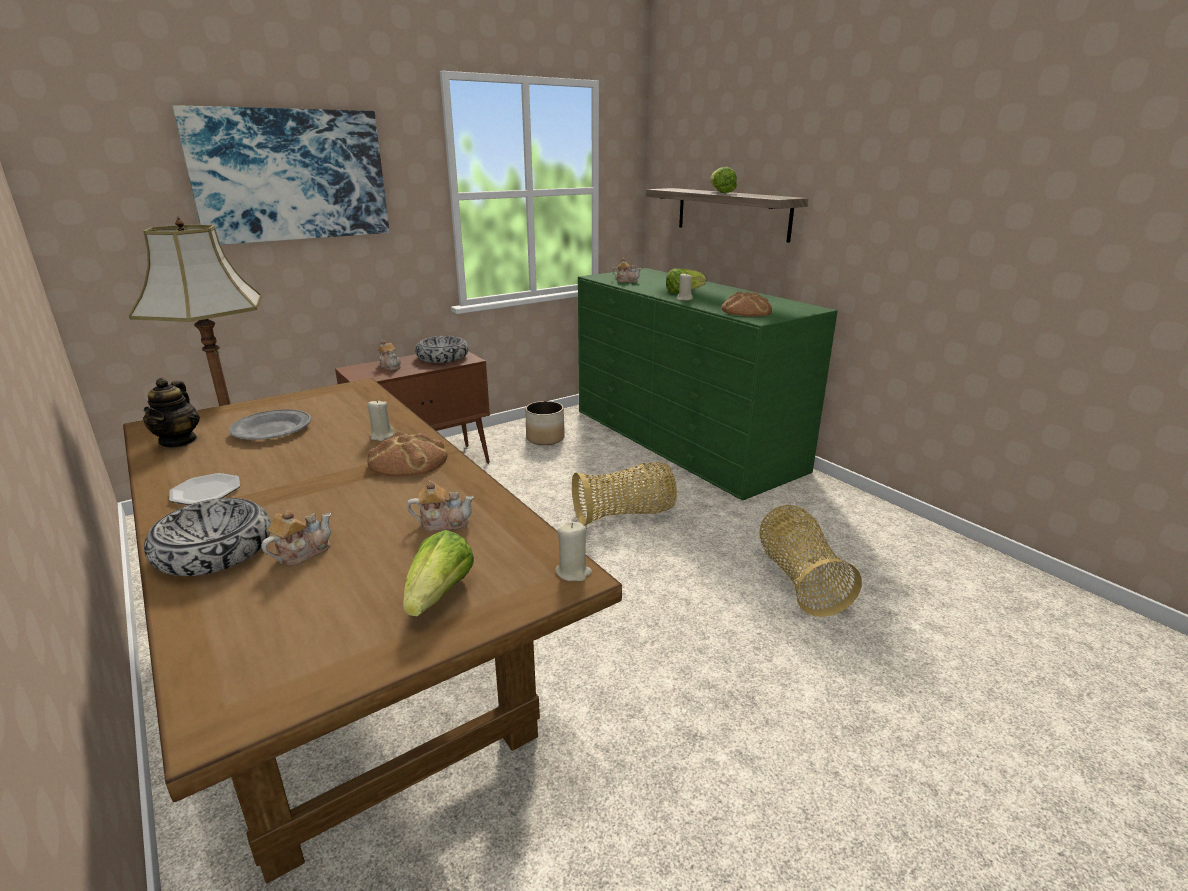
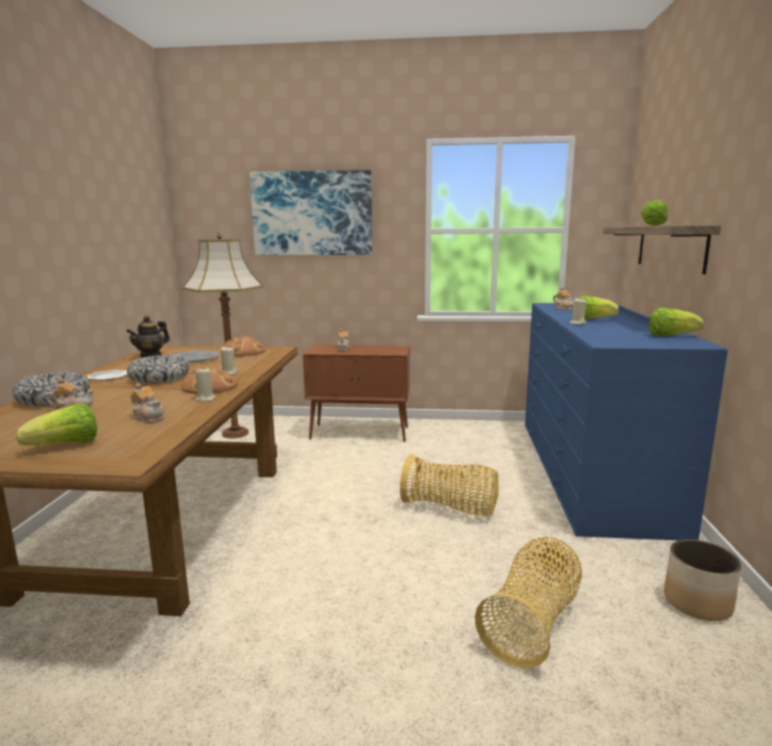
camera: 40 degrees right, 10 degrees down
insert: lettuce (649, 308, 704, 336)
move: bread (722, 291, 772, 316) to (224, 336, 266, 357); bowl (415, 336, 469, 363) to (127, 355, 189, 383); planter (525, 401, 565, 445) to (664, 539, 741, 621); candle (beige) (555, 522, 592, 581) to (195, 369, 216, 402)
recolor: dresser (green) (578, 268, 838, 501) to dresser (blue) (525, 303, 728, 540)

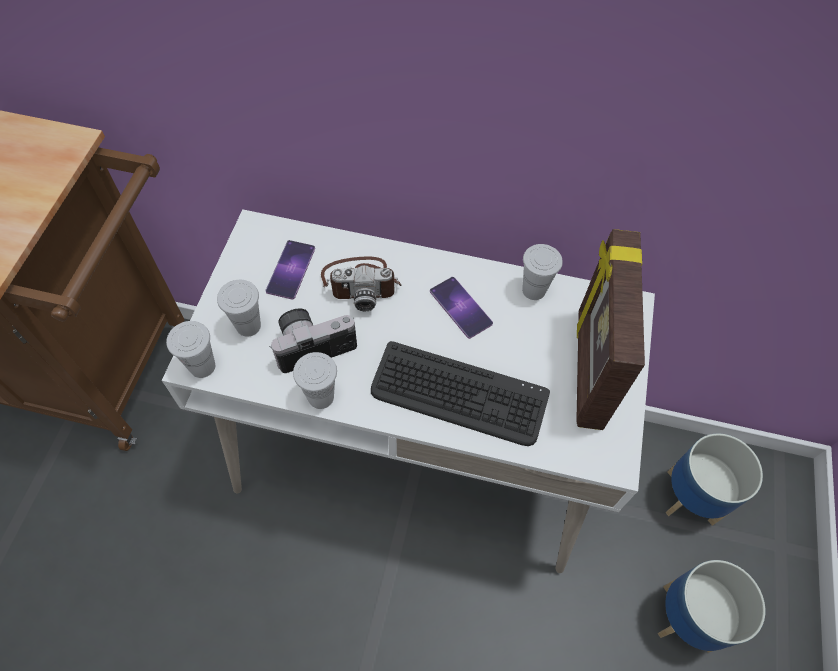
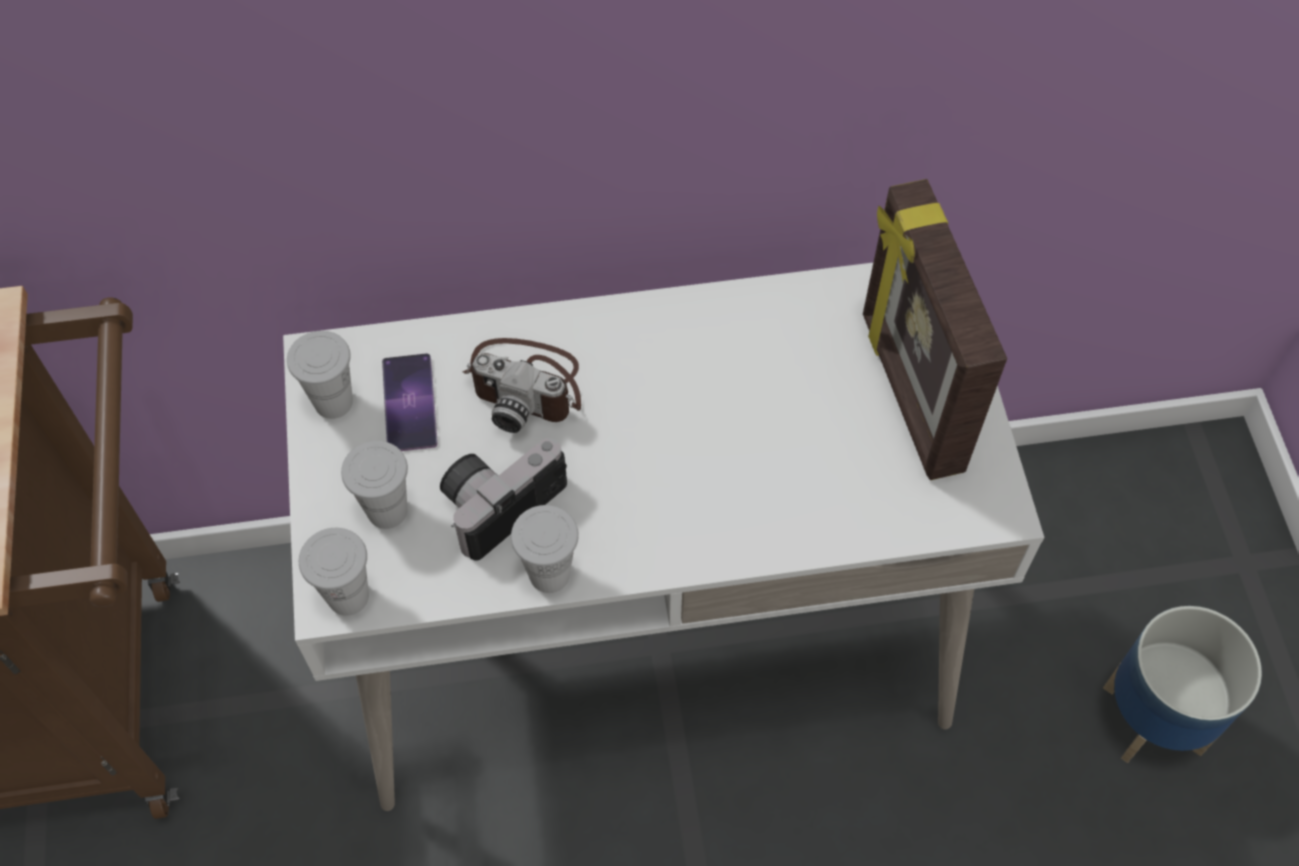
camera: 20 degrees left, 0 degrees up
delete: phone (430, 277, 493, 339); keyboard (371, 341, 550, 446); planter (665, 434, 763, 526)
move: cup (white) (522, 244, 563, 300) to (287, 331, 353, 419)
rotate: photo camera (321, 256, 401, 311) = (462, 338, 581, 433) 45 degrees clockwise

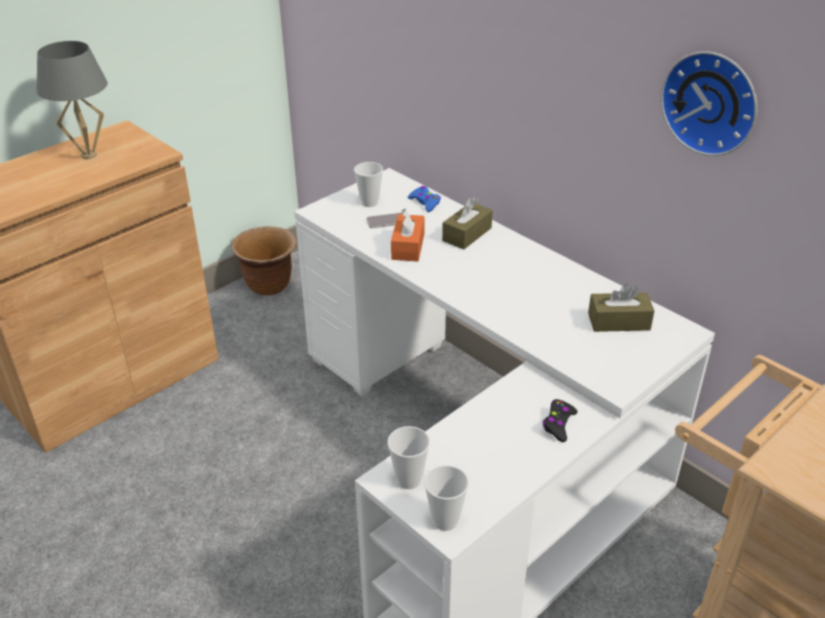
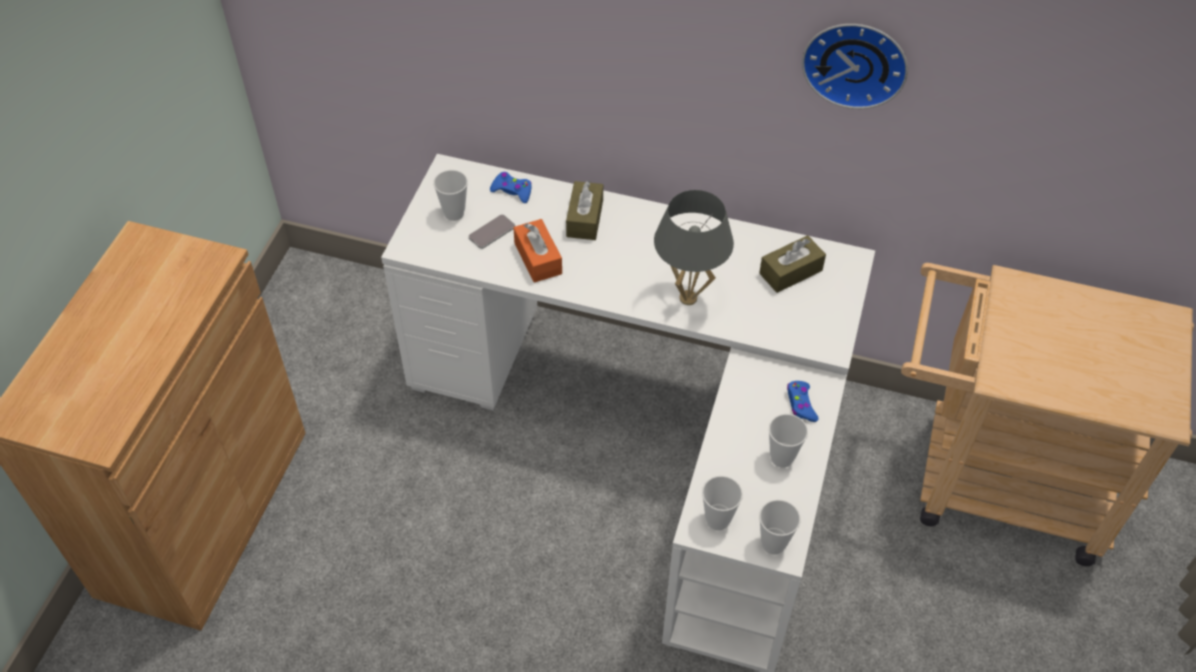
camera: 30 degrees left, 15 degrees up
delete: planter (brown) (231, 227, 296, 295)
insert: cup (769, 414, 808, 468)
move: table lamp (grey) (37, 41, 108, 159) to (654, 190, 734, 305)
recolor: game controller (black) (542, 399, 578, 442) to game controller (blue) (787, 381, 818, 422)

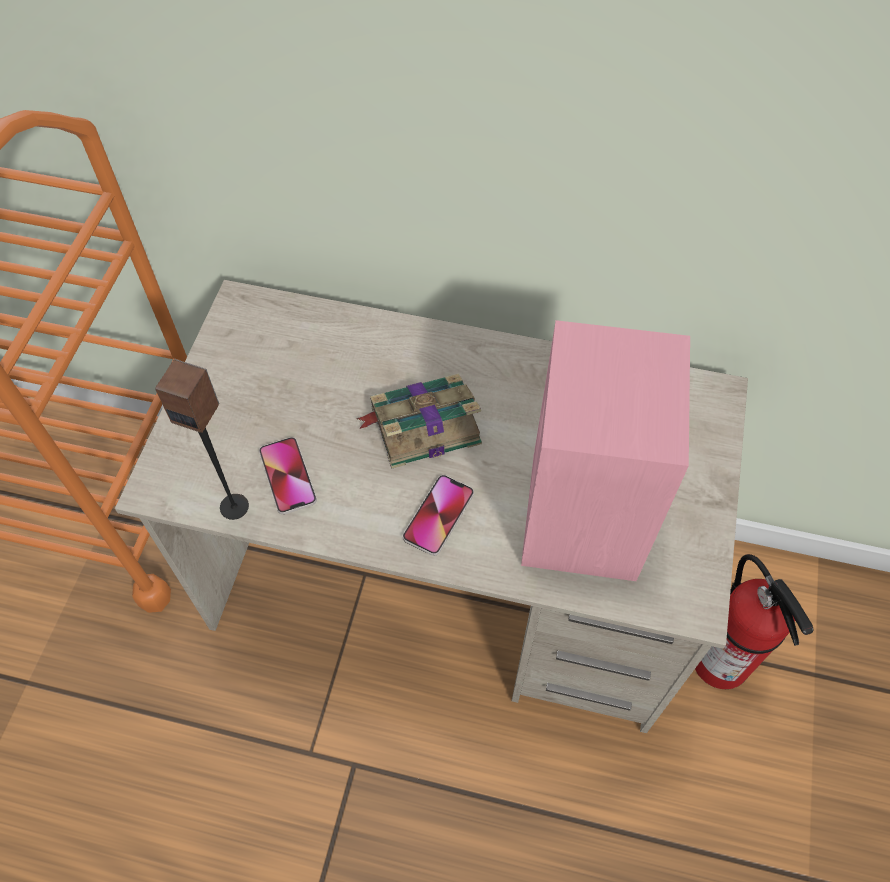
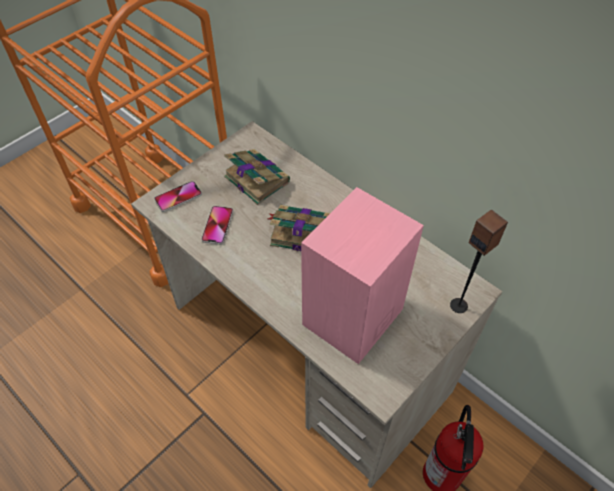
camera: 30 degrees right, 5 degrees down
insert: book (224, 149, 290, 205)
move: speaker (155, 359, 249, 520) to (450, 210, 508, 313); phone (403, 475, 474, 556) to (154, 181, 202, 212)

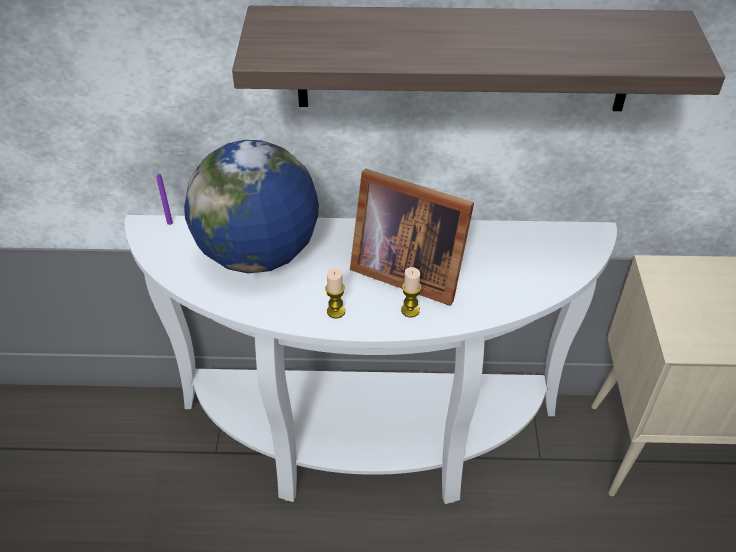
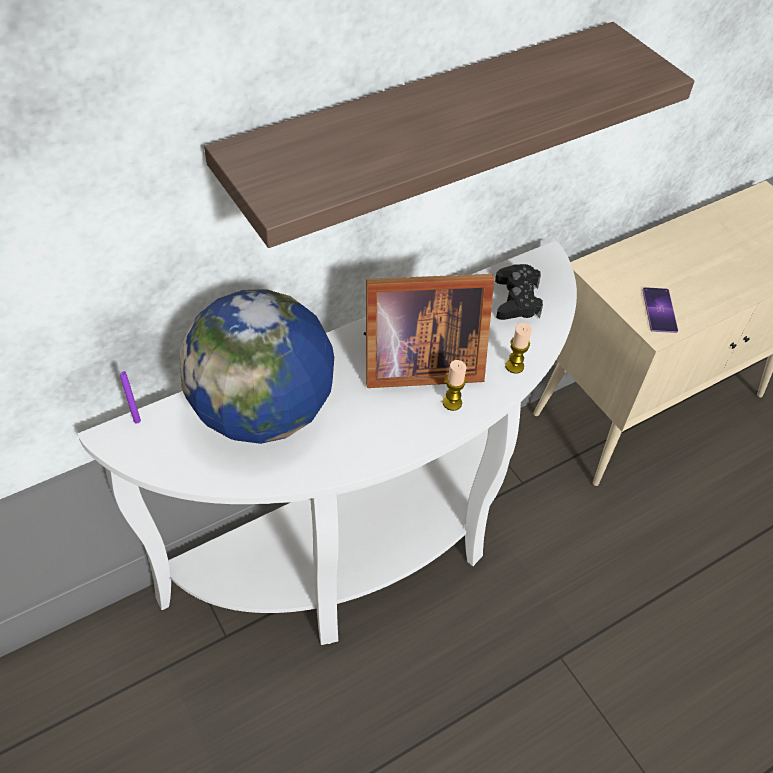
camera: 35 degrees left, 5 degrees up
insert: game controller (black) (495, 264, 543, 320); phone (642, 287, 678, 333)
move: candle (325, 268, 345, 318) to (505, 323, 532, 374)

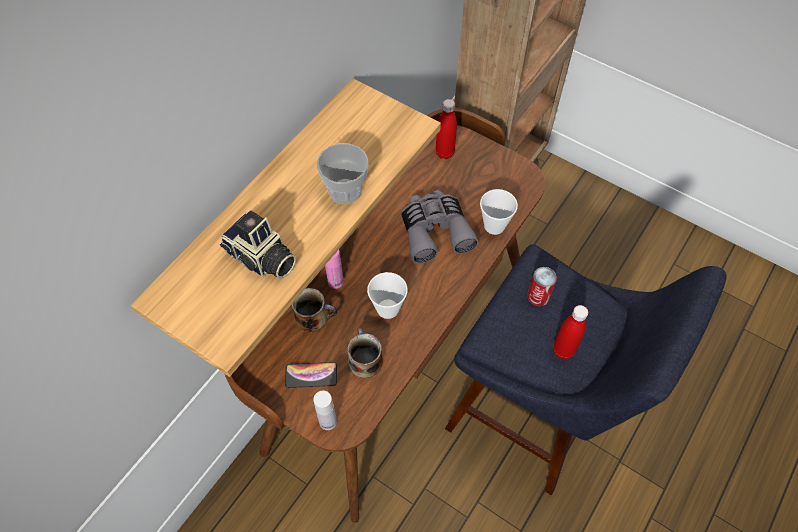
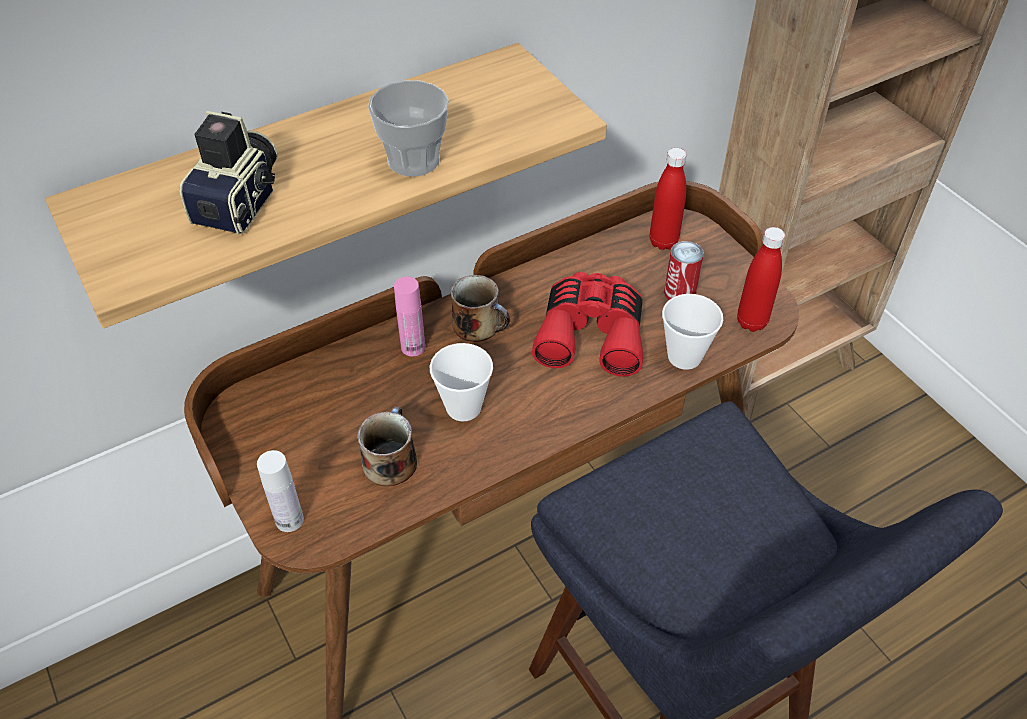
camera: 25 degrees right, 10 degrees down
delete: phone (285, 362, 337, 388)
move: can (527, 267, 557, 306) to (664, 241, 704, 300); mug (292, 288, 337, 332) to (451, 275, 510, 342); bottle (red) (553, 305, 588, 359) to (737, 227, 785, 332)
recolor: binoculars (grey) (401, 190, 479, 264) to binoculars (red) (532, 272, 643, 377)
rotate: photo camera (220, 210, 296, 279) = (180, 111, 278, 234) 135 degrees counterclockwise

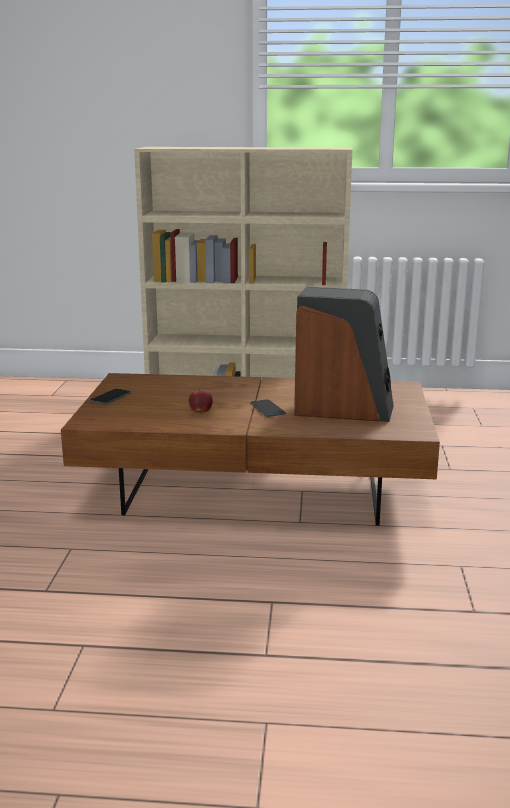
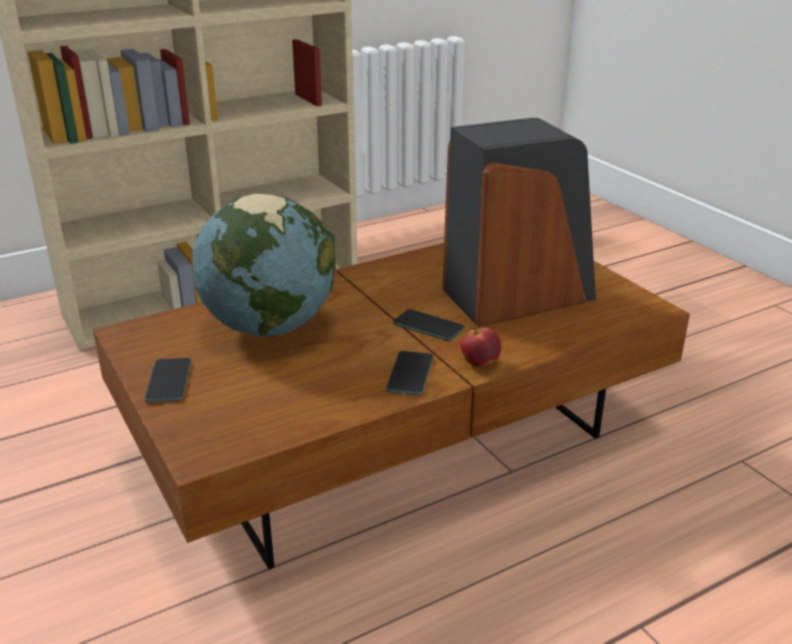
camera: 35 degrees left, 10 degrees up
insert: globe (193, 194, 335, 337); phone (386, 351, 433, 395)
move: apple (189, 388, 213, 413) to (460, 327, 501, 367)

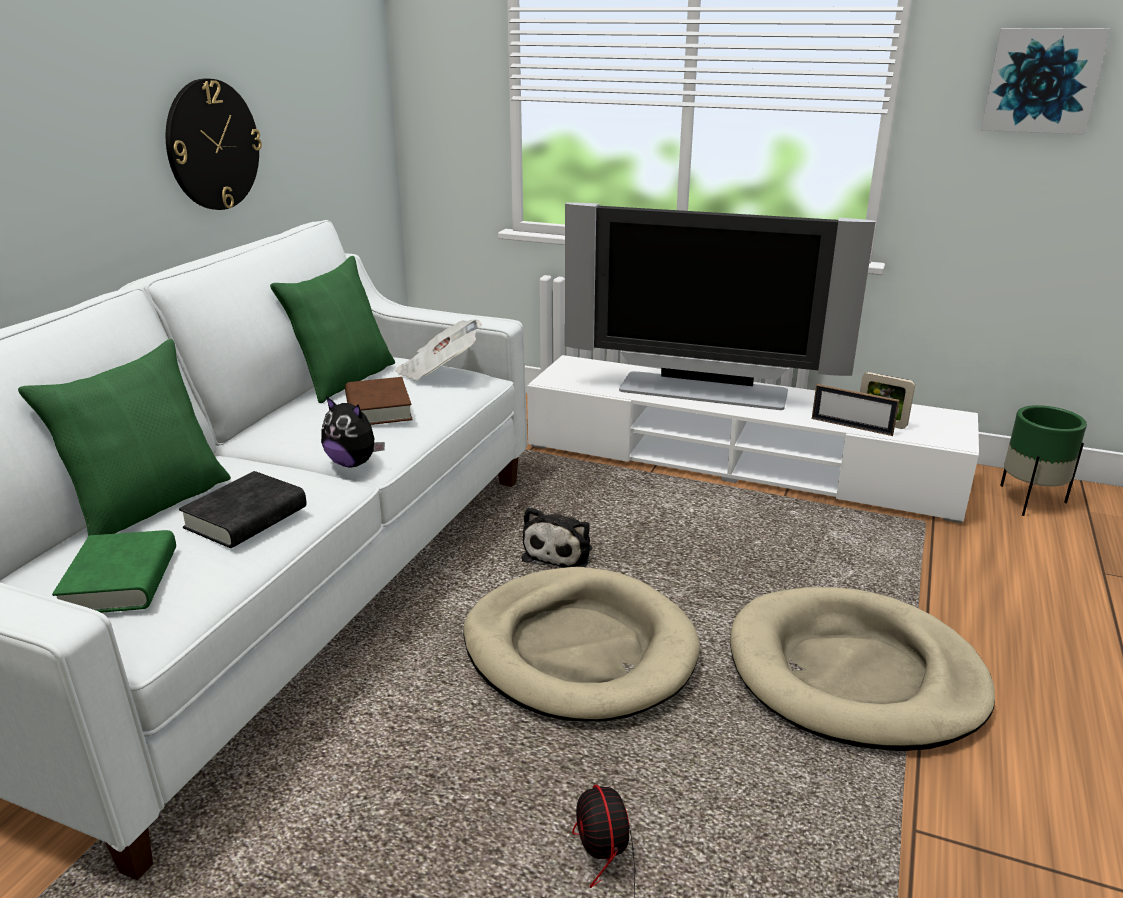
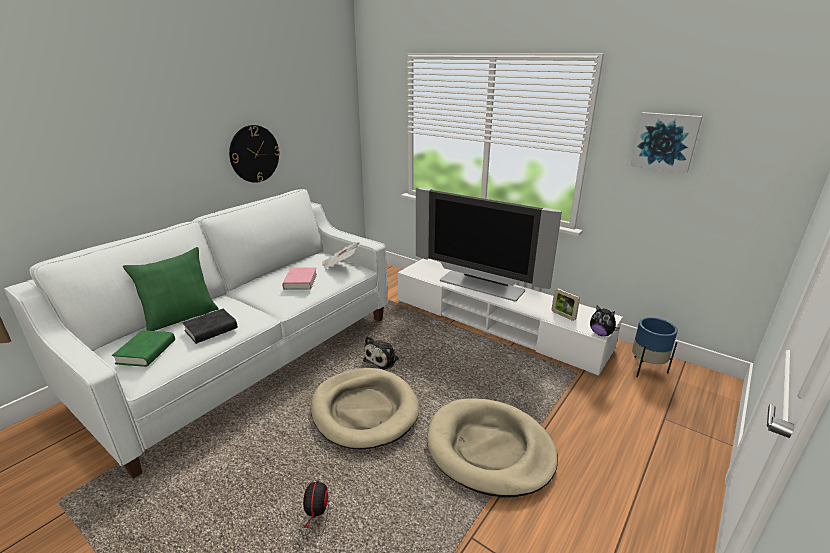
camera: 15 degrees right, 0 degrees up
delete: pillow (green) (270, 256, 395, 403); picture frame (812, 384, 899, 436)
move: plush toy (321, 396, 385, 467) to (590, 305, 619, 336)
recolor: book (brown) (345, 377, 413, 425) to book (pink) (282, 267, 317, 290); planter (green) (1000, 405, 1087, 516) to planter (blue) (632, 317, 678, 377)

